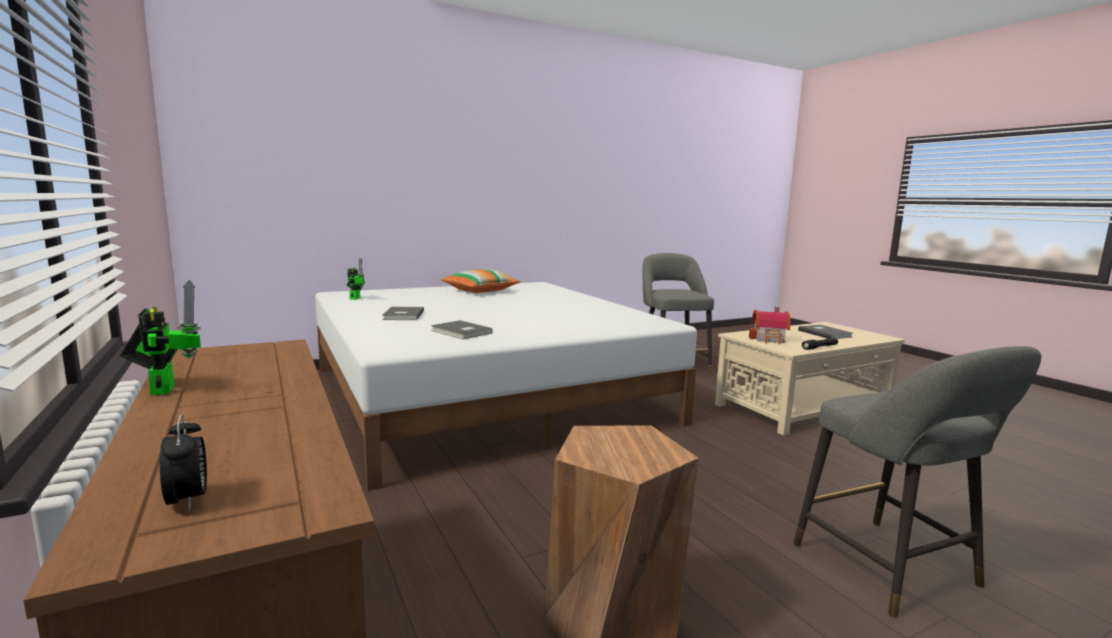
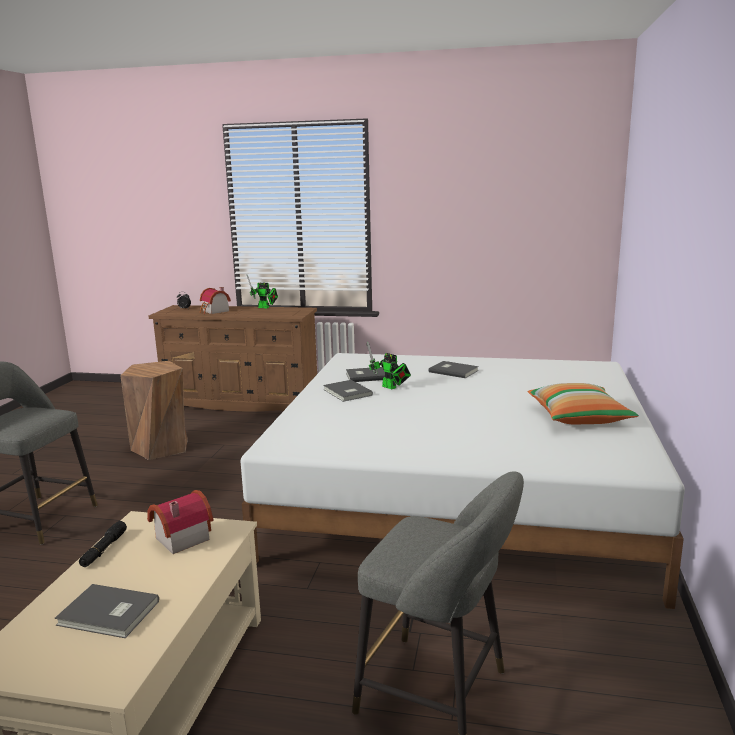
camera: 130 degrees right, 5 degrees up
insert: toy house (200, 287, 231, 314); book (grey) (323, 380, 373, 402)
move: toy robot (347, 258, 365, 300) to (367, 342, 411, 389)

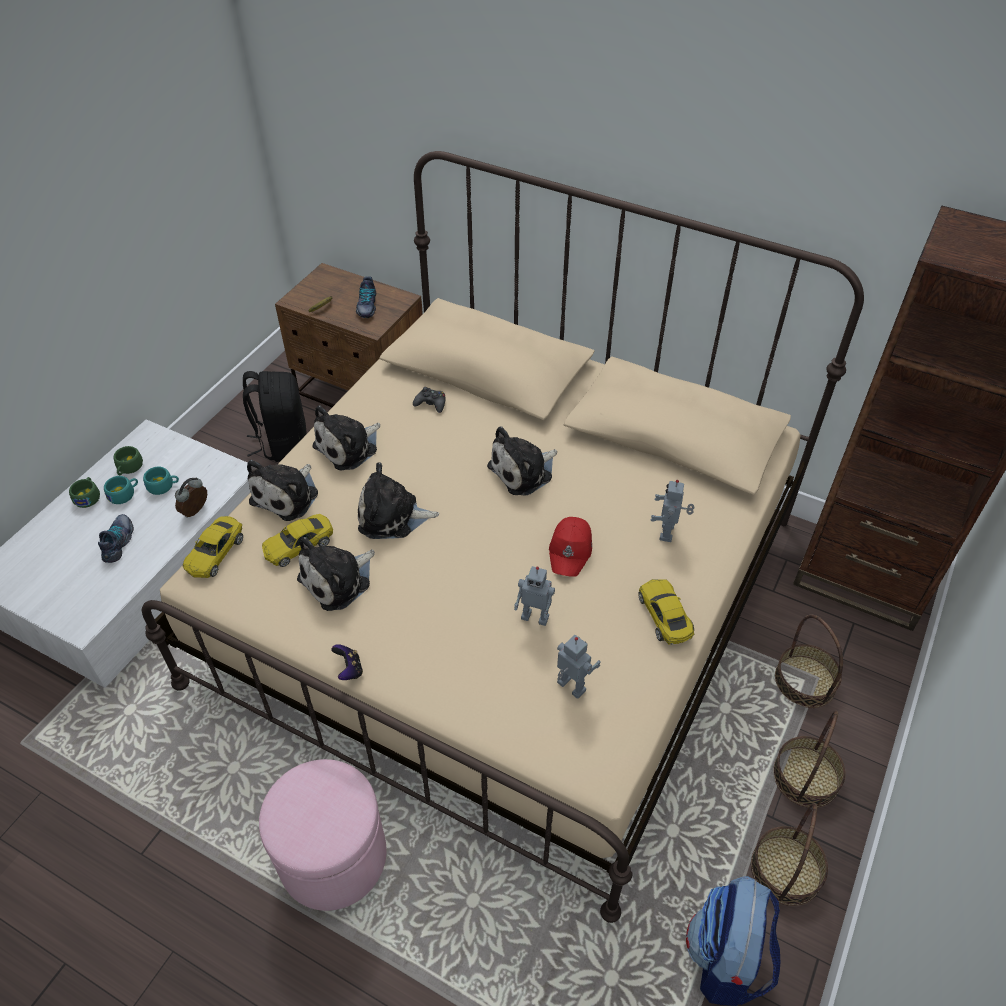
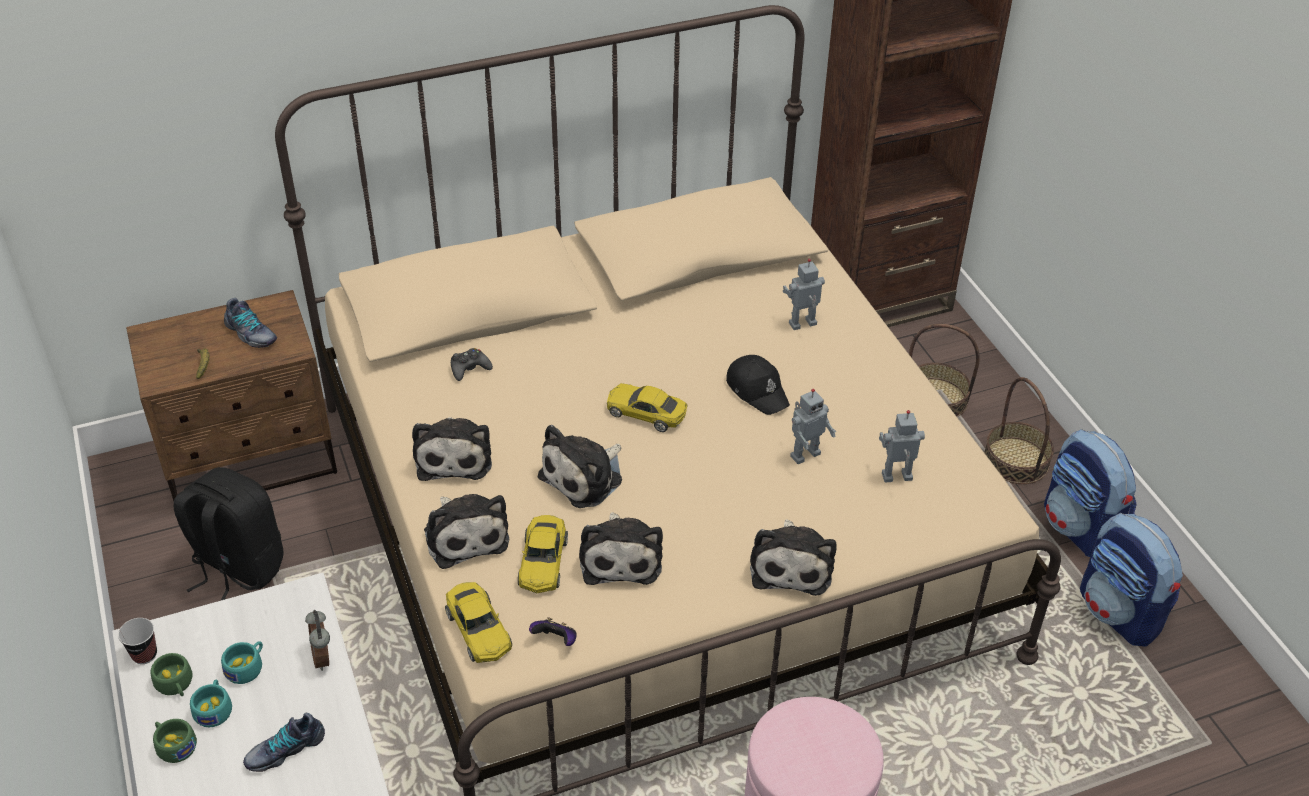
camera: 50 degrees left, 5 degrees down
insert: cup (118, 618, 157, 664)
move: plush toy (487, 426, 557, 496) to (750, 519, 837, 596); toy car (yellow) (638, 579, 695, 645) to (607, 383, 688, 432); game controller (331, 644, 363, 680) to (529, 617, 577, 646)
replace: basket (751, 803, 828, 906) to backpack (1044, 429, 1137, 557)
recolor: cap (red) (549, 517, 592, 577) to cap (black) (726, 355, 790, 415)
rotate: toy robot (650, 480, 695, 542) = (783, 259, 825, 330) 105 degrees clockwise; shoe (98, 514, 134, 563) = (243, 713, 325, 772) 75 degrees counterclockwise

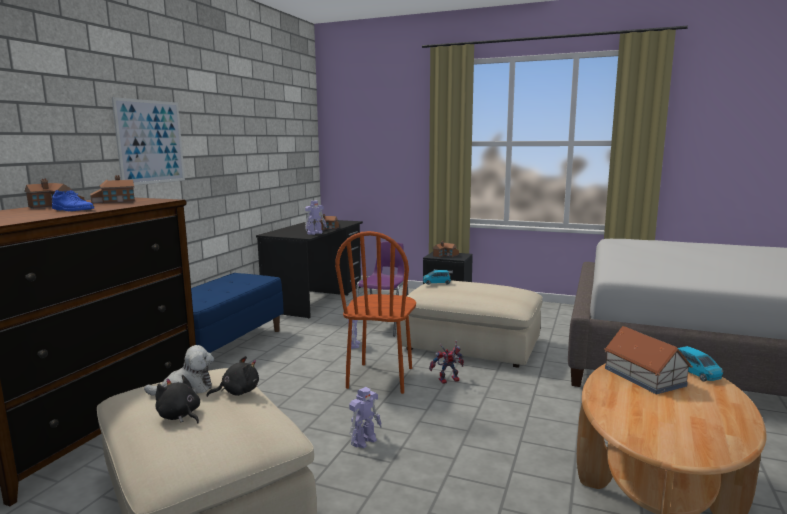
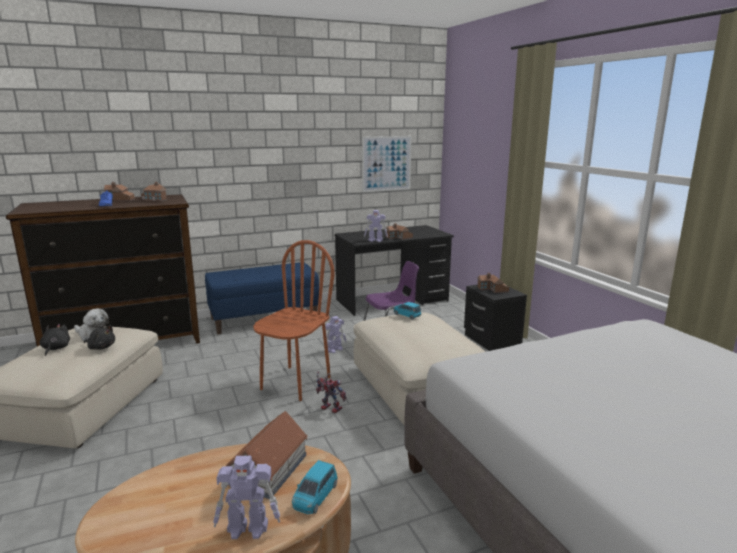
camera: 45 degrees right, 5 degrees up
move: picture (112, 97, 185, 185) to (362, 136, 412, 192); toy robot (349, 387, 382, 448) to (213, 456, 280, 539)
rotate: chair (brown) (335, 231, 416, 394) = (253, 240, 335, 401) 150 degrees clockwise

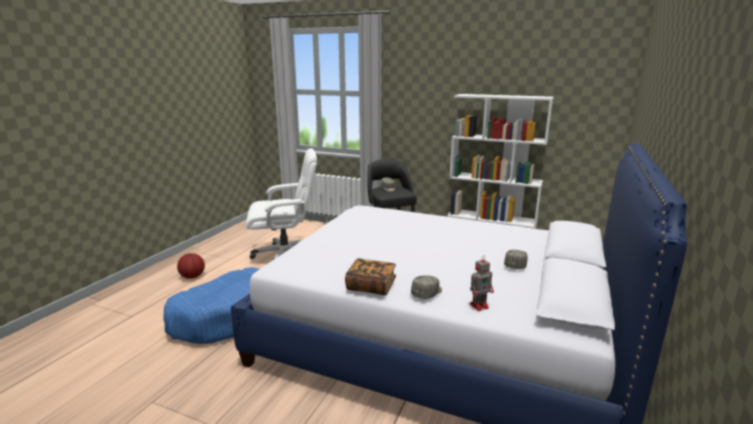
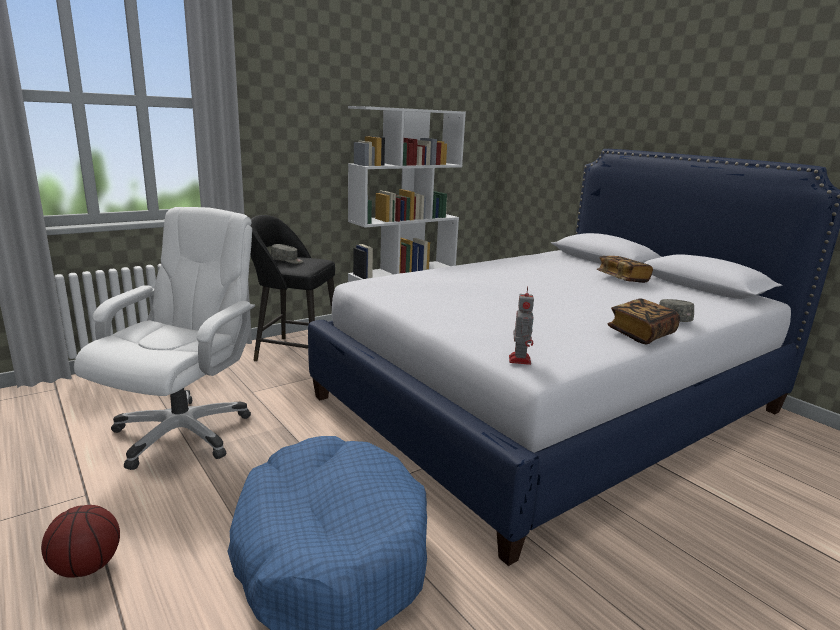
camera: 60 degrees left, 0 degrees up
move: toy robot (470, 255, 494, 311) to (509, 286, 534, 365)
replace: cap (grey) (504, 250, 528, 269) to book (597, 256, 653, 283)

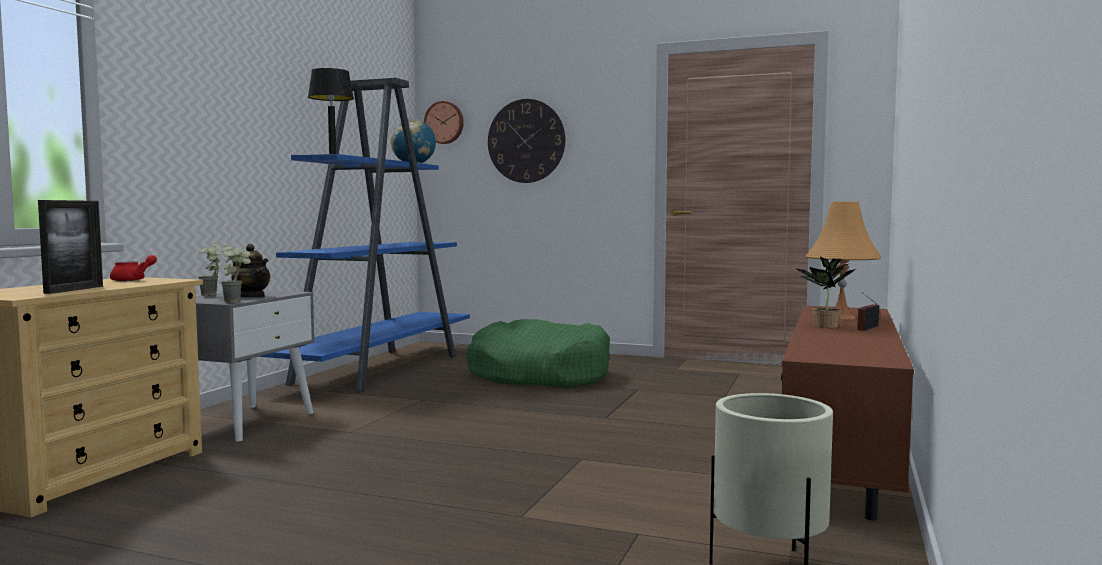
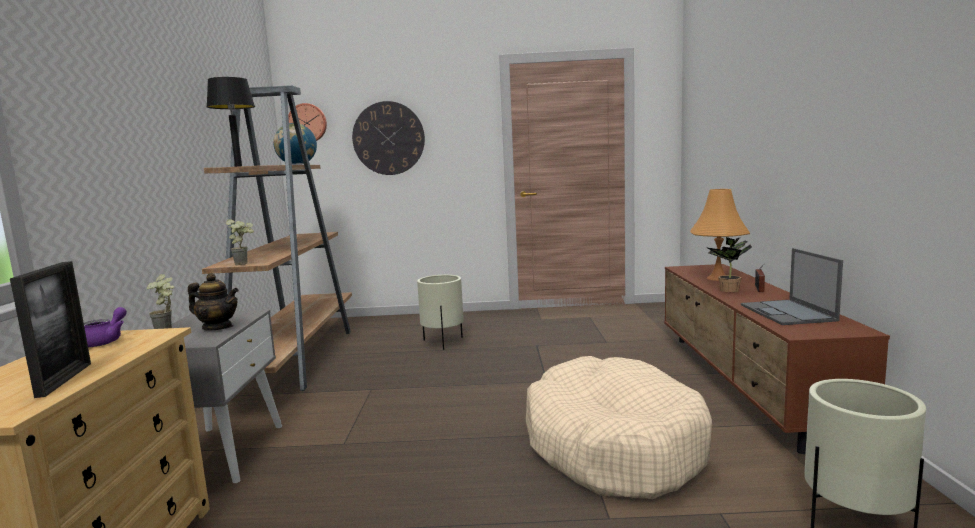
camera: 20 degrees left, 5 degrees up
insert: laptop (741, 248, 843, 325); dog bed (beige) (526, 356, 712, 499)
move: potted plant (221, 245, 251, 303) to (226, 219, 254, 265)
replace: dog bed (green) (466, 319, 610, 388) to planter (beige) (417, 275, 464, 350)
recolor: bookcase (blue) (259, 77, 470, 393) to bookcase (brown) (202, 85, 352, 391); teapot (red) (110, 255, 157, 282) to teapot (purple) (84, 307, 127, 347)

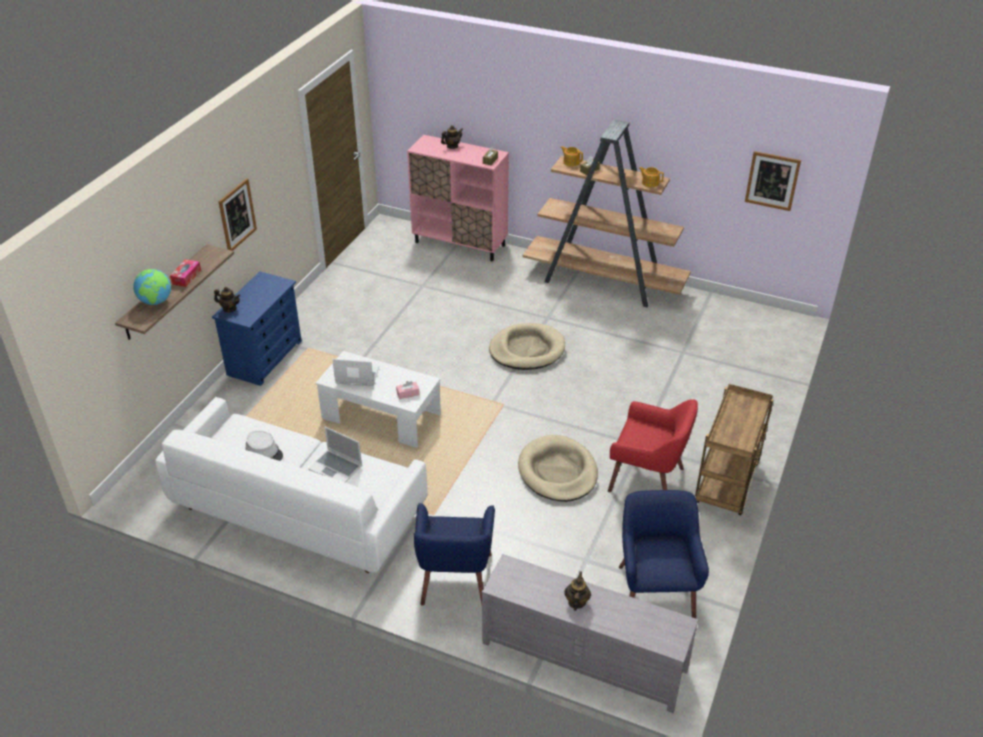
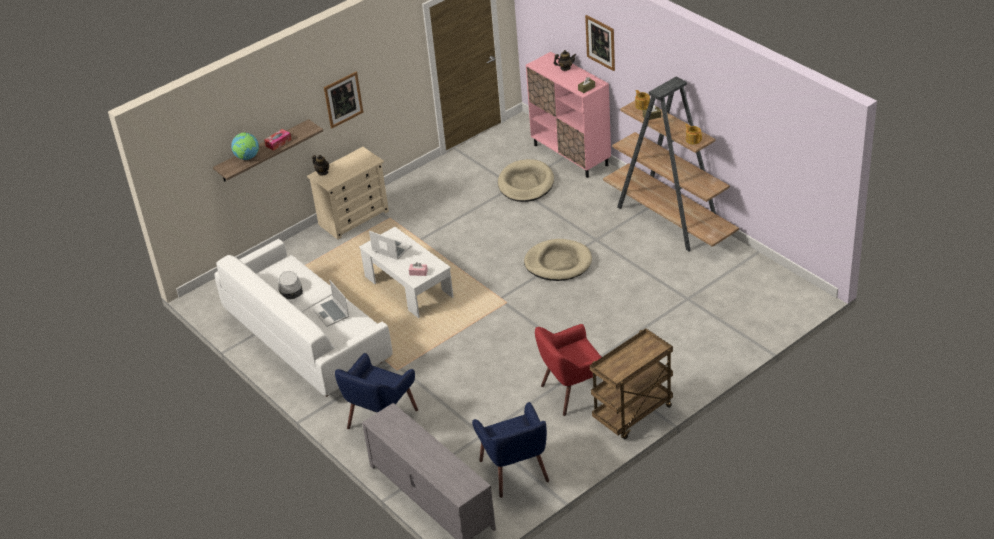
camera: 30 degrees right, 0 degrees up
delete: teapot (564, 571, 591, 611)
move: picture (745, 151, 801, 211) to (585, 15, 615, 71); dog bed (beige) (518, 435, 598, 502) to (498, 159, 554, 202)
recolor: dresser (blue) (212, 272, 302, 386) to dresser (beige) (307, 147, 389, 240)
rotate: armchair (red) (608, 399, 698, 492) = (535, 324, 604, 416) 105 degrees clockwise; armchair (blue) (619, 490, 709, 618) = (472, 402, 549, 498) 135 degrees clockwise

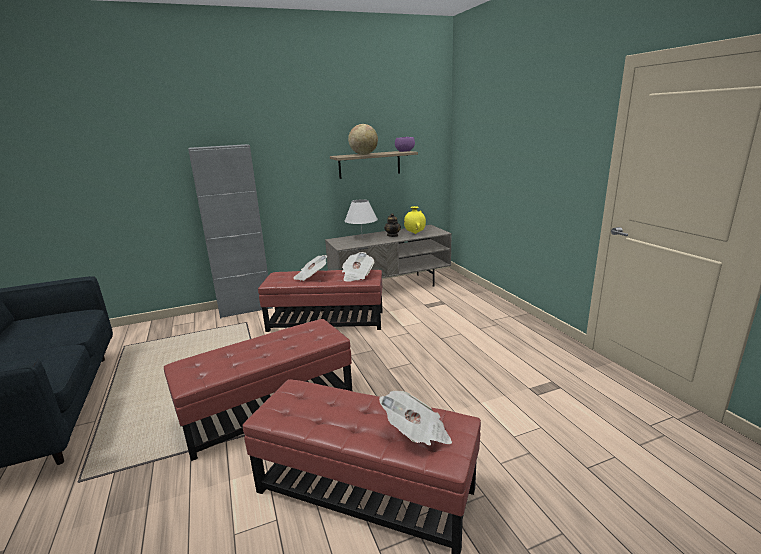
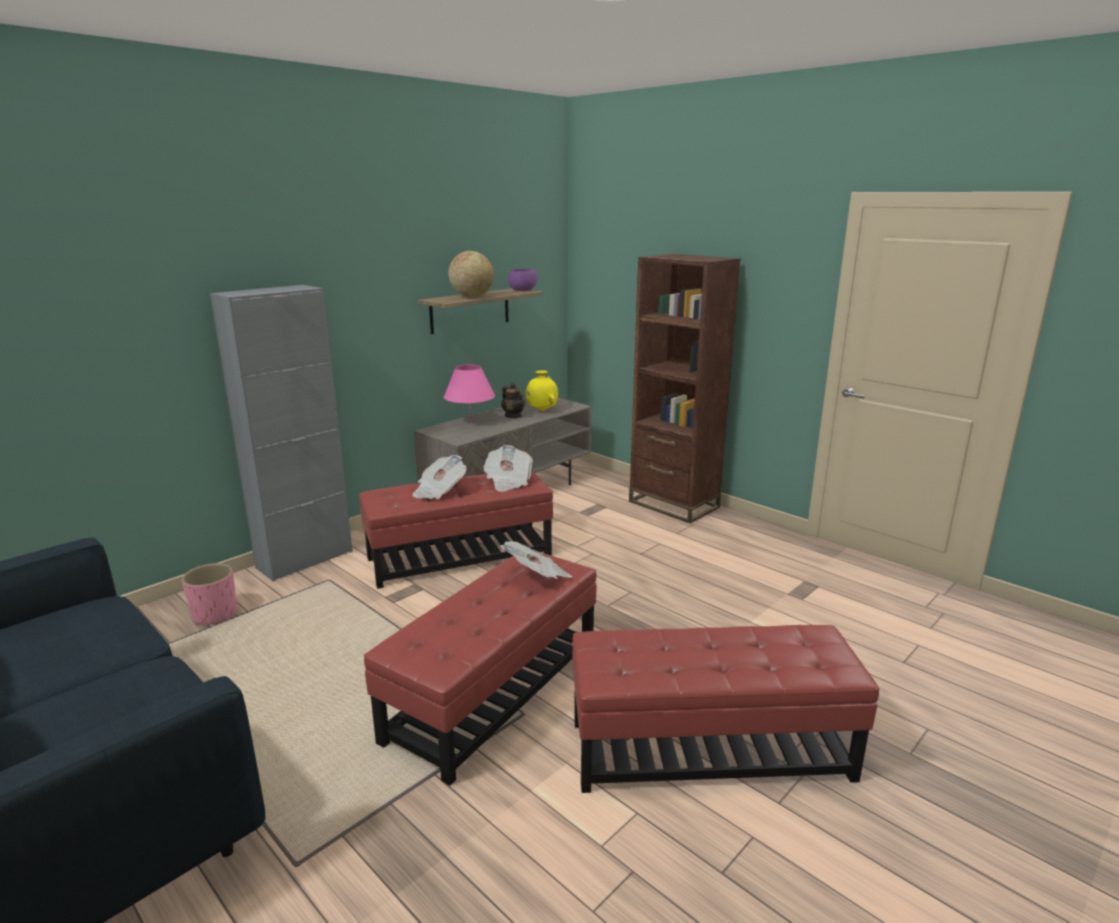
camera: 25 degrees left, 0 degrees up
insert: bookcase (brown) (629, 254, 741, 523); planter (pink) (182, 563, 237, 625)
move: newspaper (379, 391, 452, 446) to (500, 541, 573, 579)
recolor: table lamp (white) (345, 199, 378, 230) to table lamp (pink) (444, 364, 495, 423)

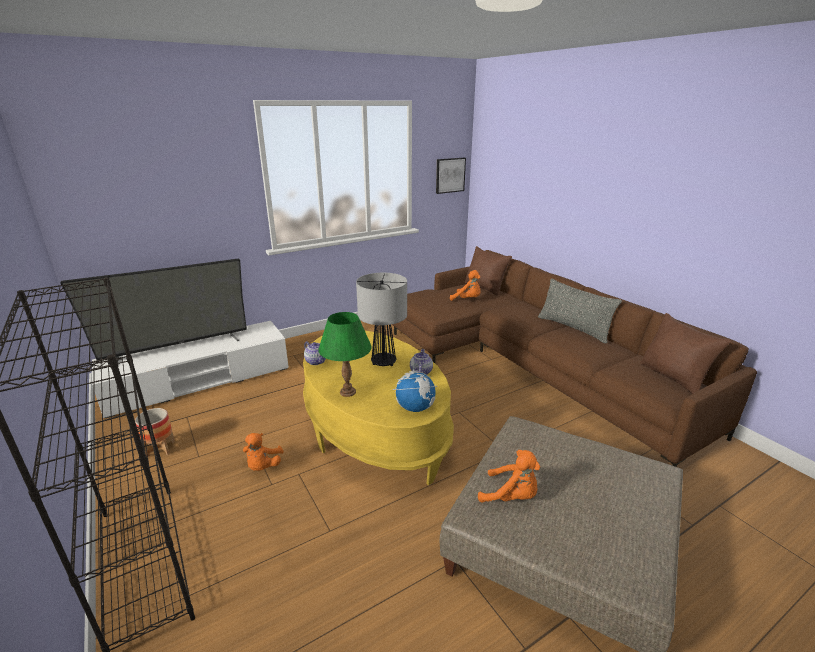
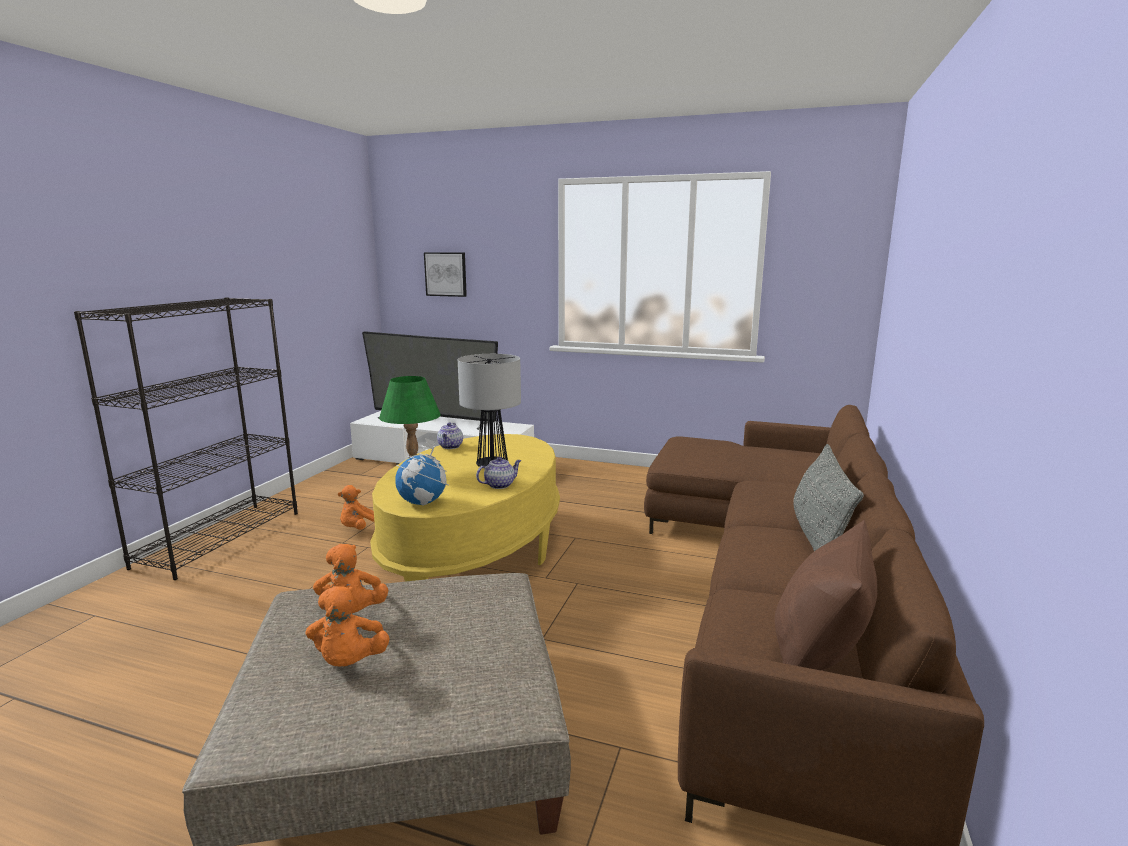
camera: 50 degrees right, 10 degrees down
delete: pillow (brown) (465, 246, 512, 295); planter (135, 408, 175, 457)
move: picture (436, 158, 466, 194) to (424, 252, 467, 297); plush toy (orange) (450, 270, 481, 301) to (306, 586, 389, 666)

